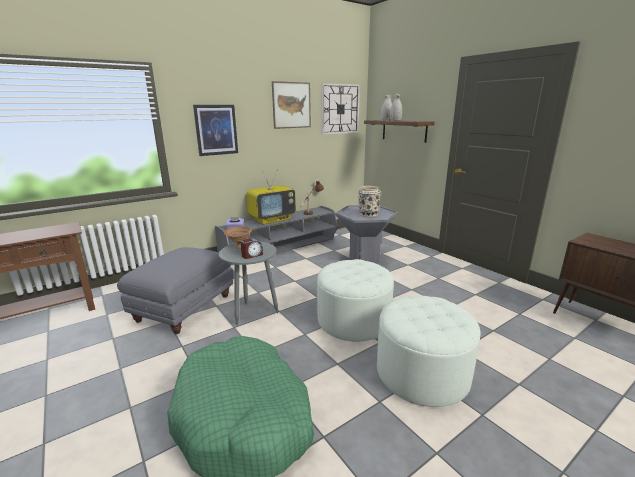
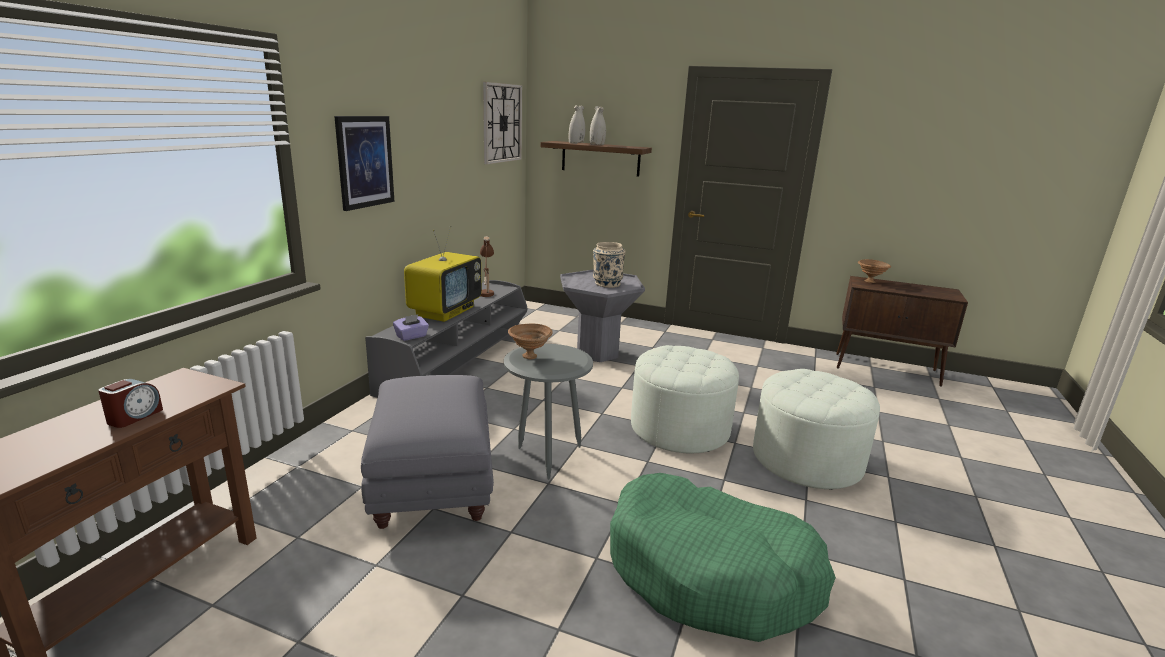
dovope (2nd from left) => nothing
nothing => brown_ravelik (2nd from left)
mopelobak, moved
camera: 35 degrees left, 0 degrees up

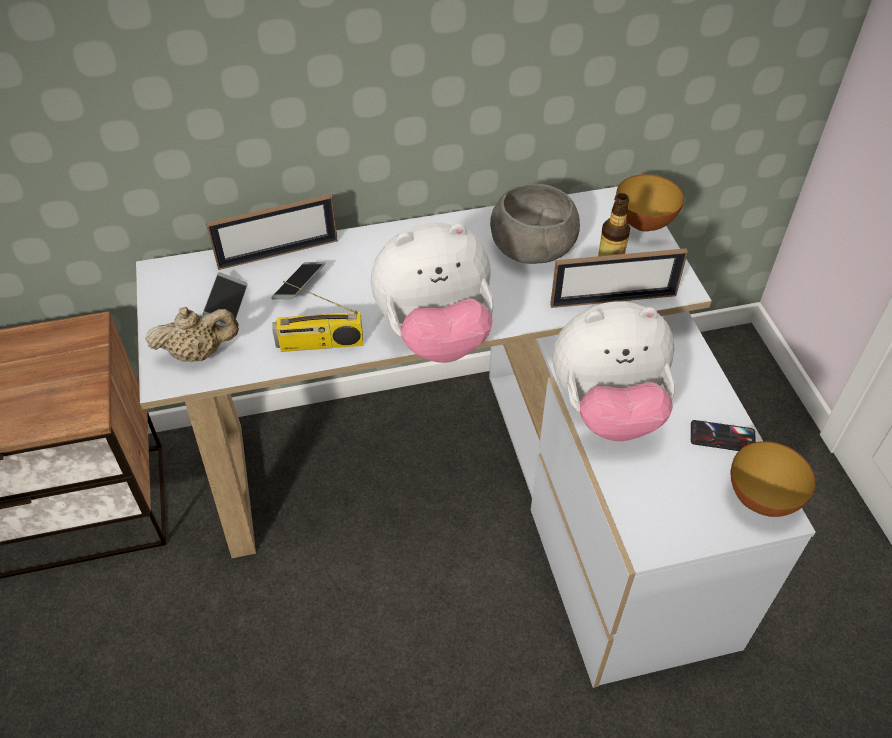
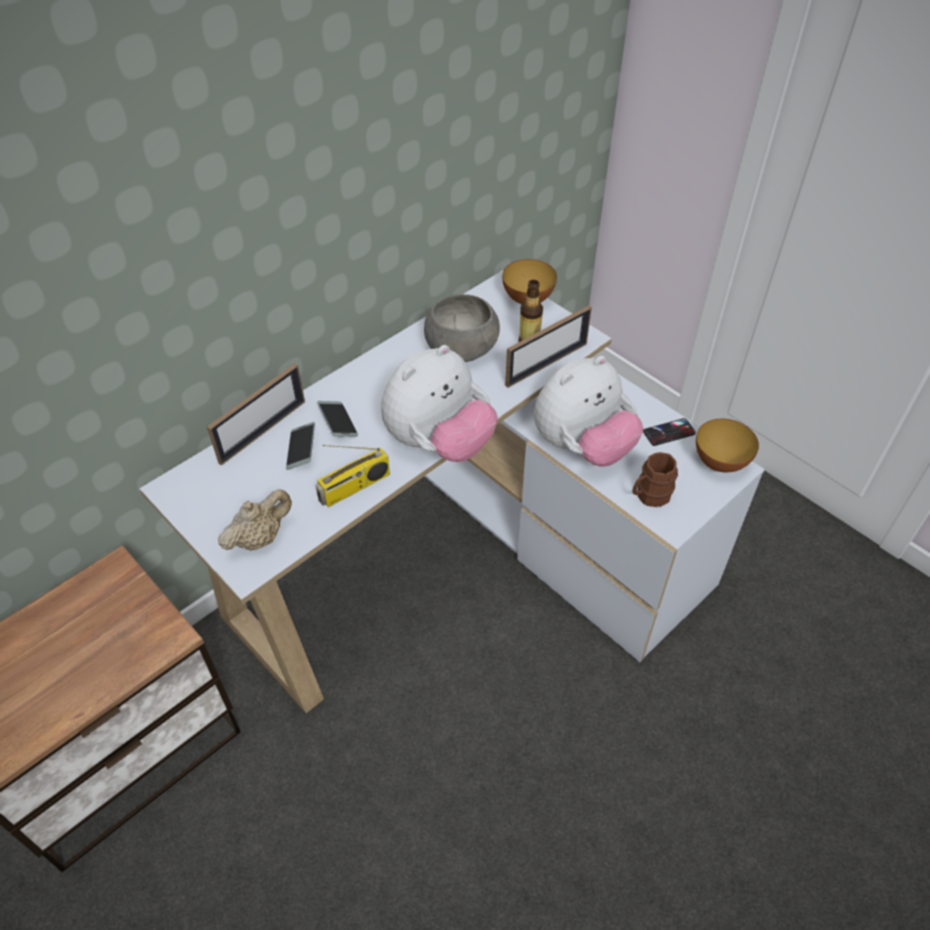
nothing => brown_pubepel
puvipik (1st from left in the first image) => puvipik (2nd from left), moved
camera: 30 degrees left, 0 degrees up

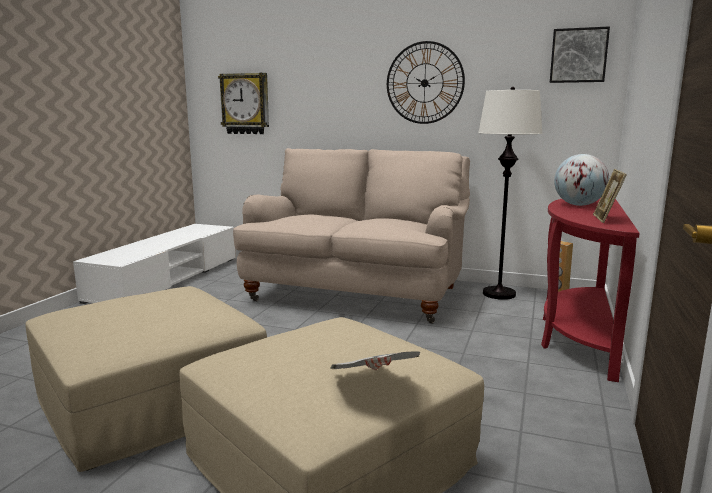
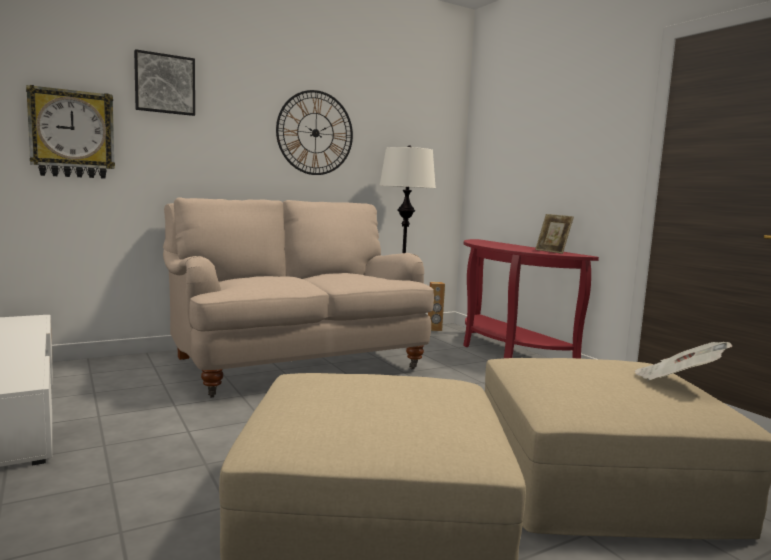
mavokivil => nothing
dovope, moved
camera: 50 degrees left, 5 degrees down

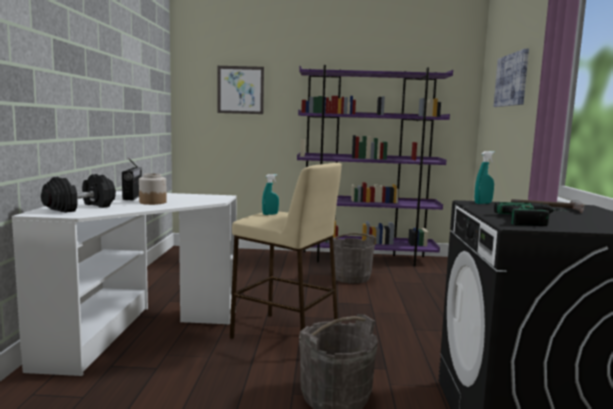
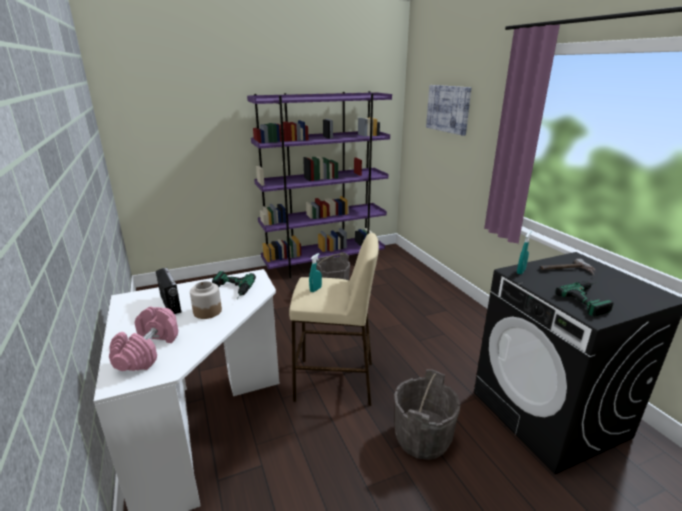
dovope (1st from left) => nothing
nothing => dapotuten (1st from left)
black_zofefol => pink_zofefol
camera: 25 degrees left, 15 degrees up

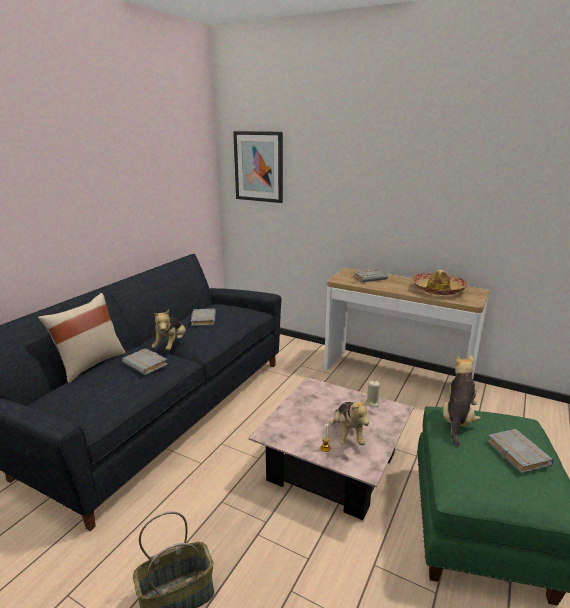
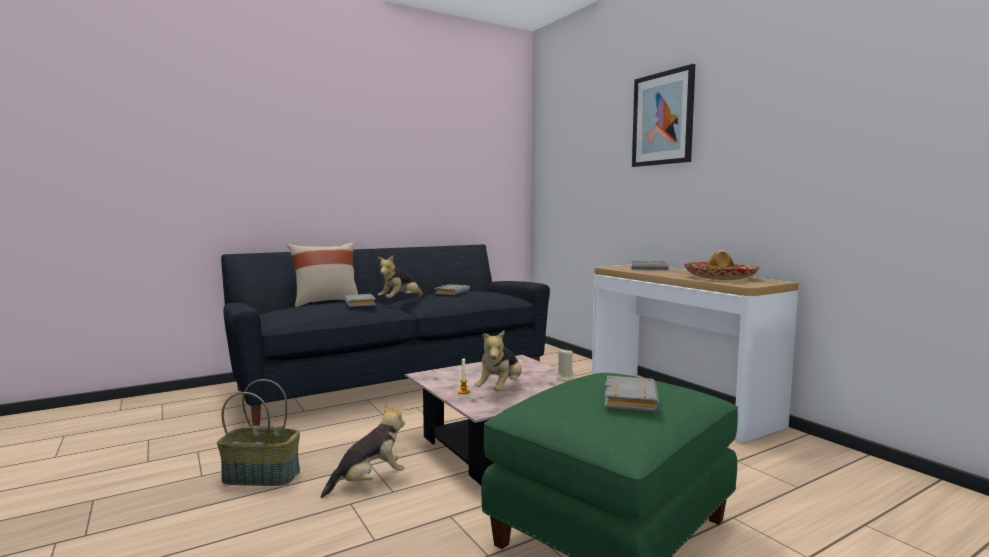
dovope, moved
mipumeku (3rd from left in the first image) => mipumeku (1st from left), moved
camera: 30 degrees right, 15 degrees down

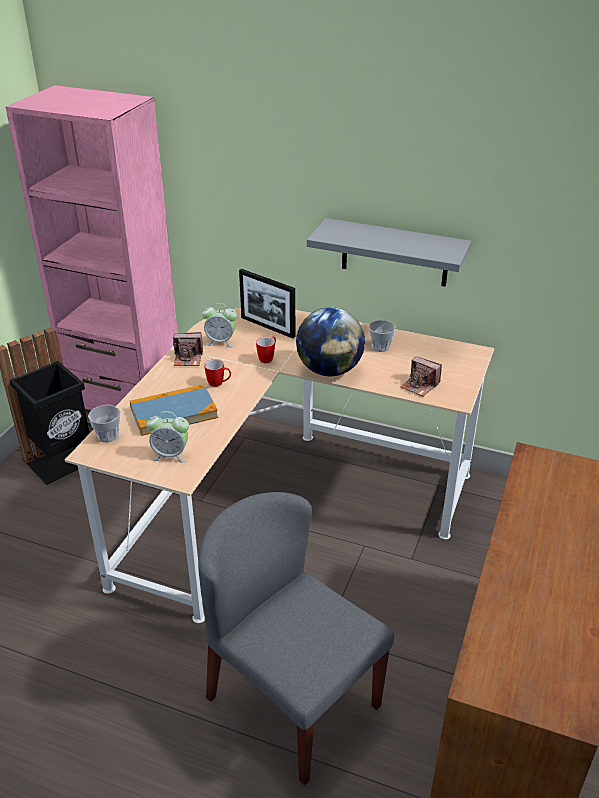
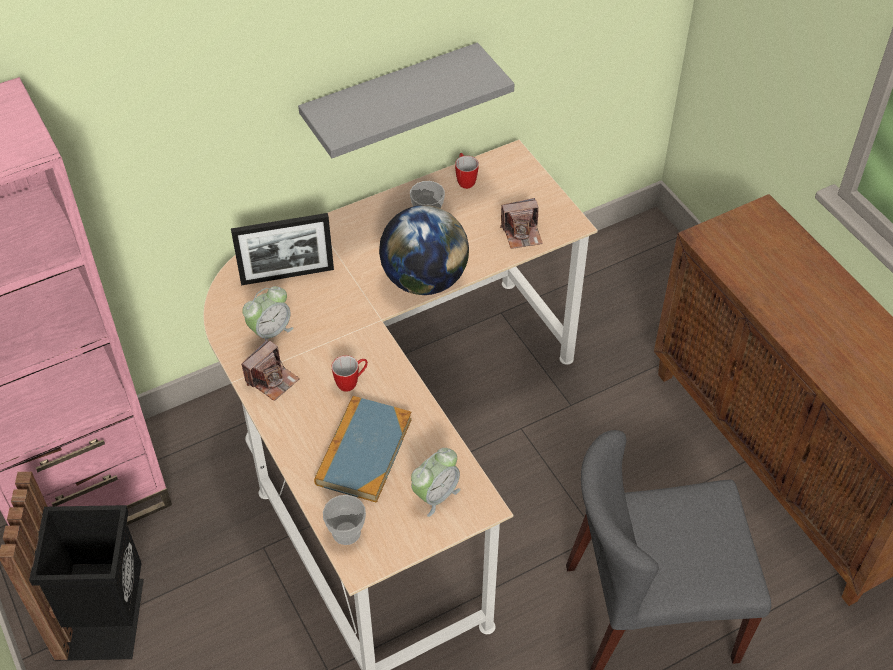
pubepel (2nd from left), moved
camera: 50 degrees left, 15 degrees up

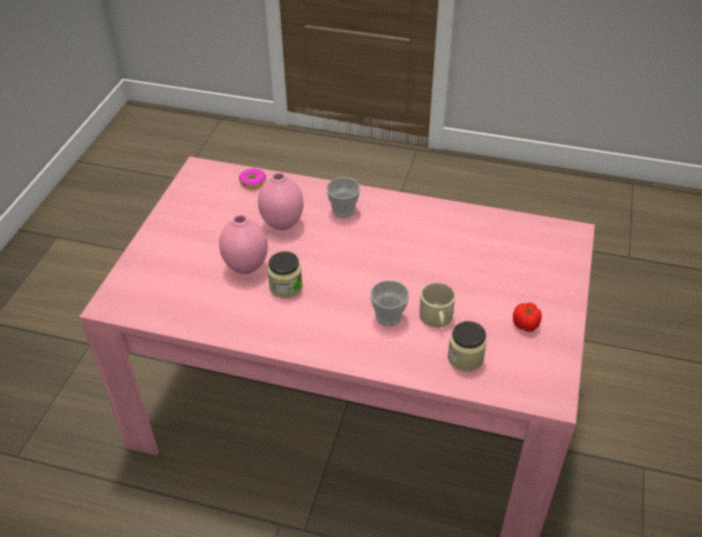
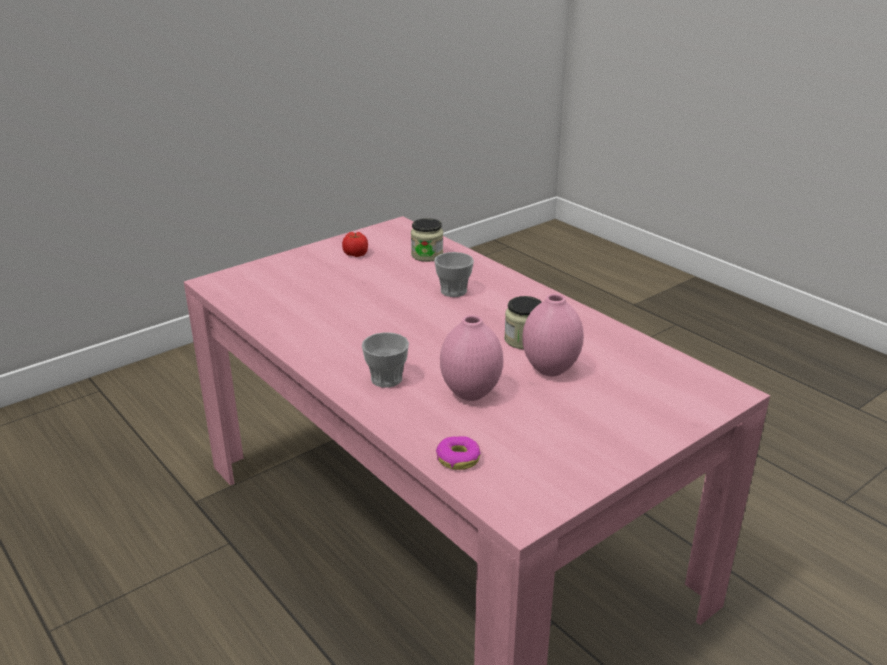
beige_pubepel => nothing
camera: 145 degrees left, 15 degrees down

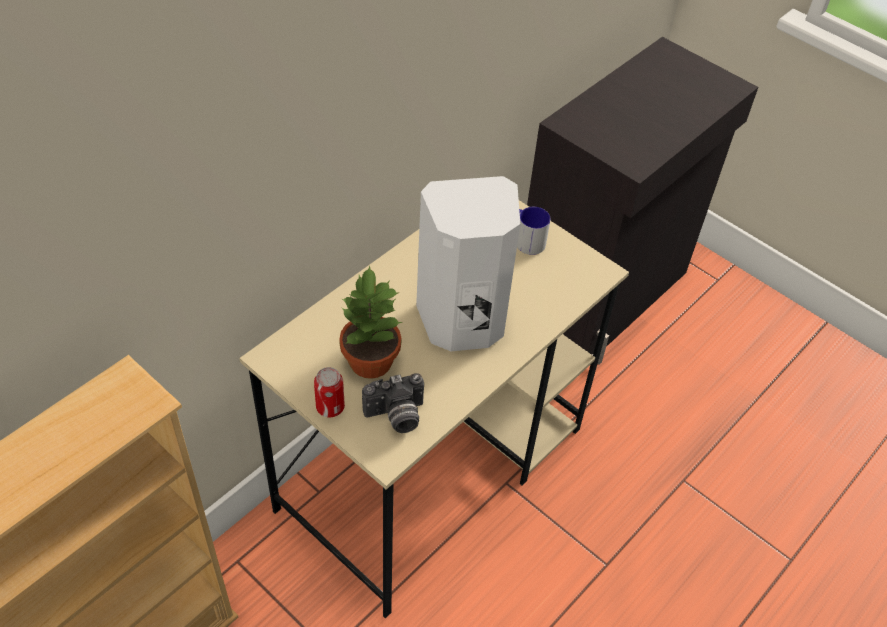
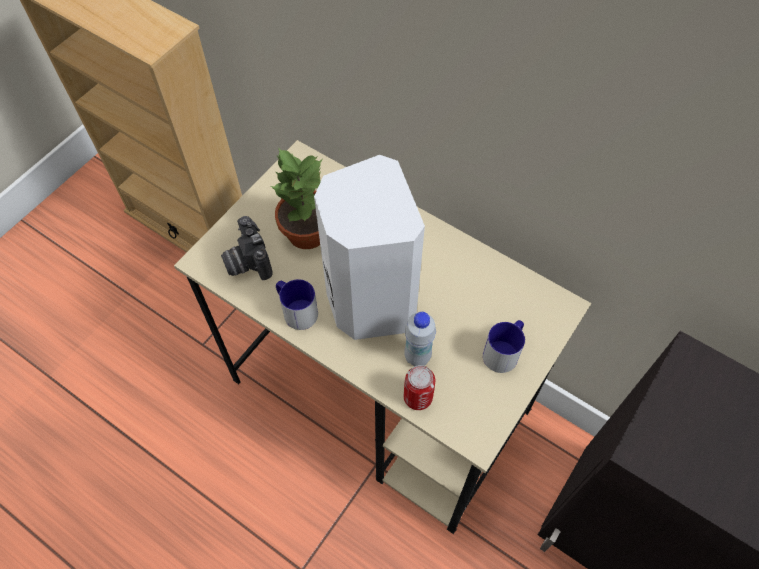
nothing => pubepel (1st from left)
nothing => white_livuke
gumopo, moved
camera: 85 degrees right, 10 degrees up

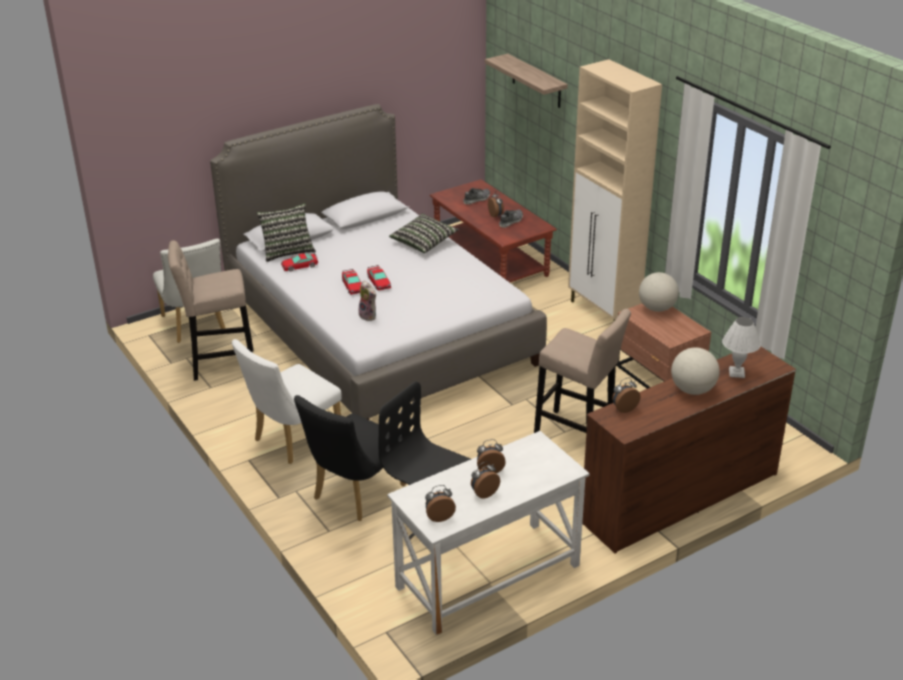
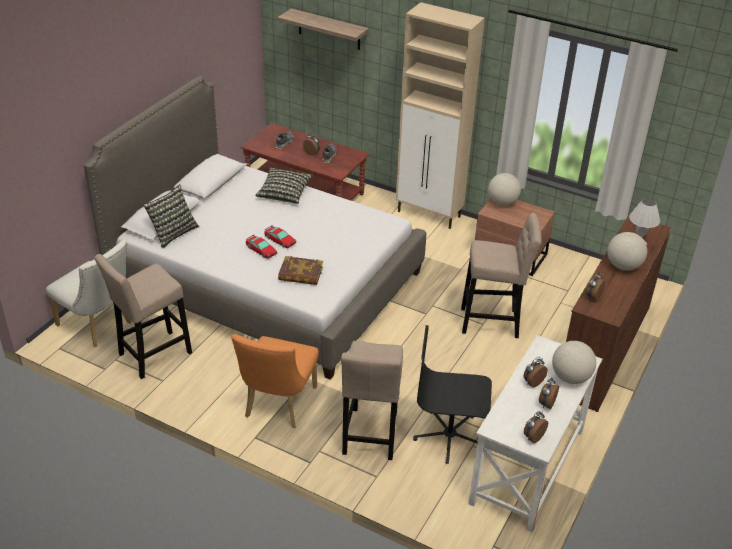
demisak (1st from left) => nothing
nothing => mavokivil (2nd from left)
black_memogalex => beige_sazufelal (2nd from left)
mipumeku => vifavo
white_memogalex (2nd from left) => orange_memogalex
camera: 30 degrees left, 5 degrees up

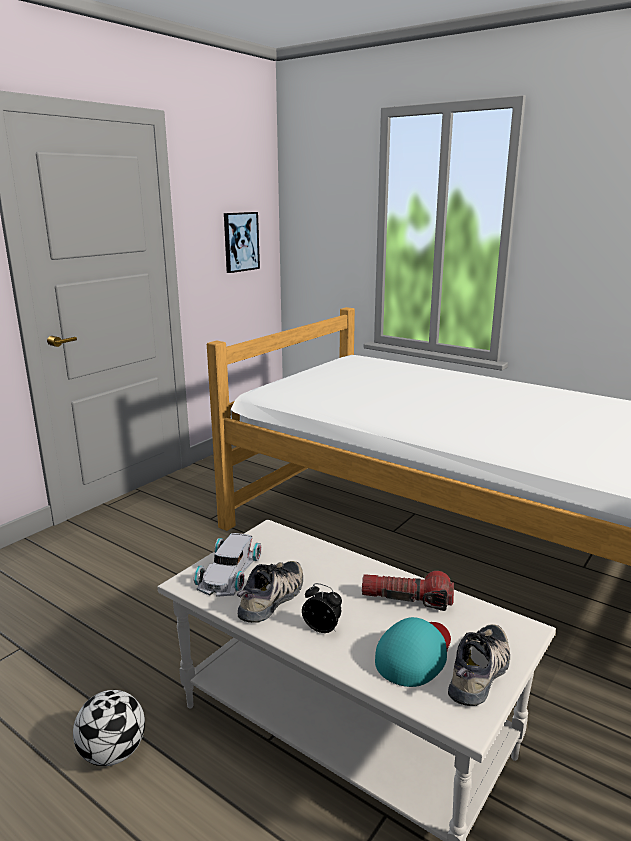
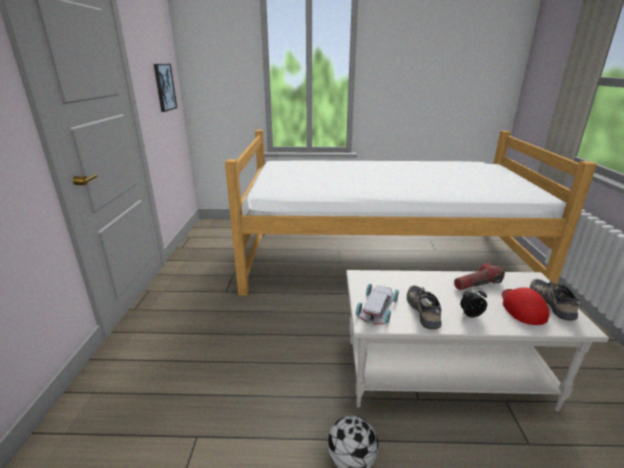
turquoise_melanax => red_melanax
white_demisak, 135 degrees counterclockwise
camera: 35 degrees left, 5 degrees up

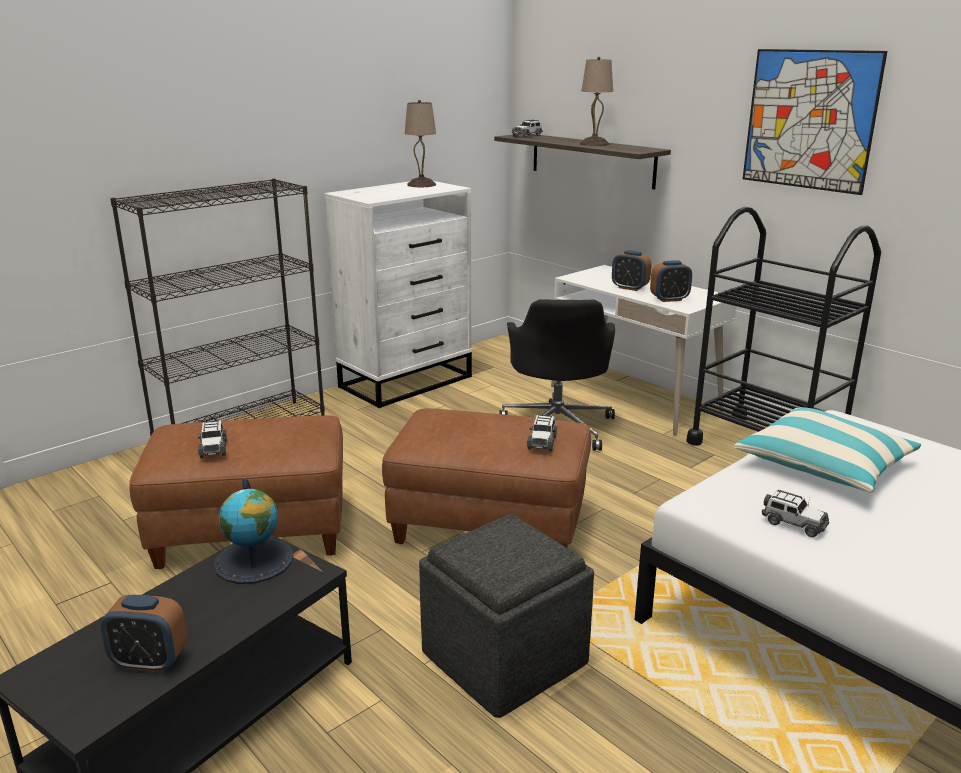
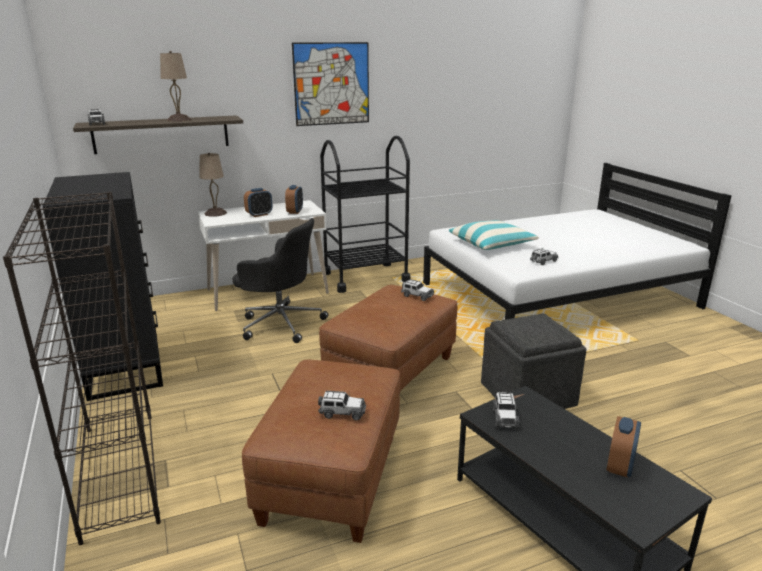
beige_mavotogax (1st from left in the first image) => beige_mavotogax (2nd from left), moved
mavokivil => demisak (4th from left)
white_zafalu => black_zafalu
camera: 70 degrees left, 0 degrees up

